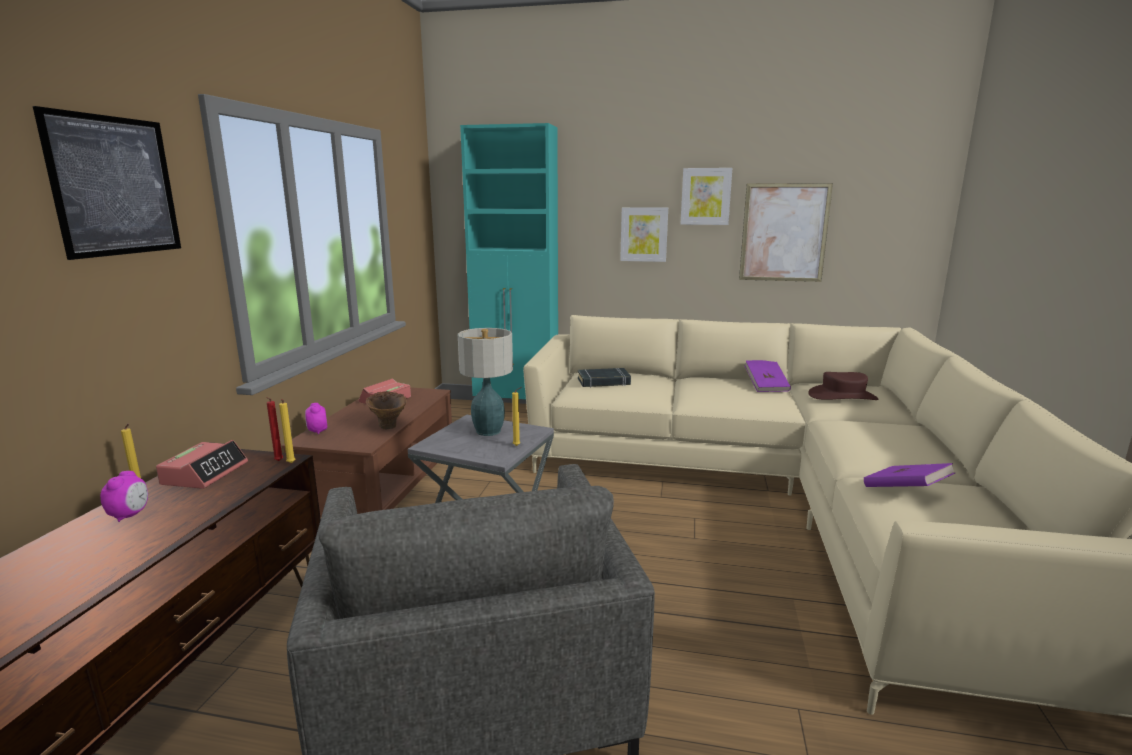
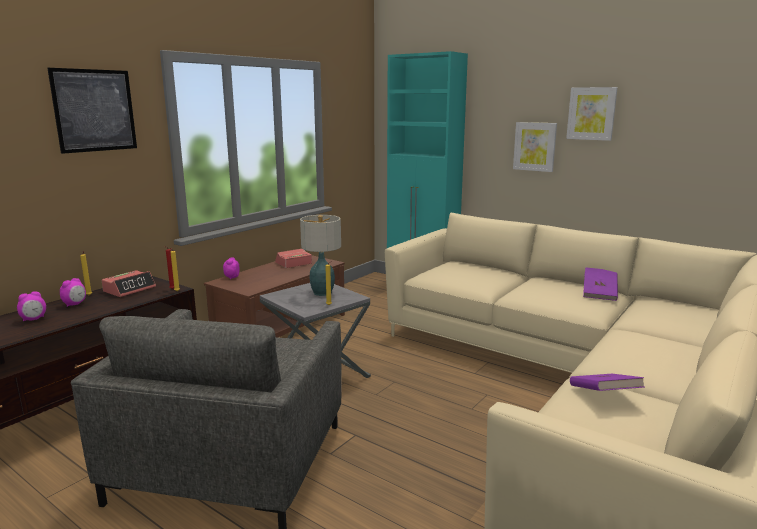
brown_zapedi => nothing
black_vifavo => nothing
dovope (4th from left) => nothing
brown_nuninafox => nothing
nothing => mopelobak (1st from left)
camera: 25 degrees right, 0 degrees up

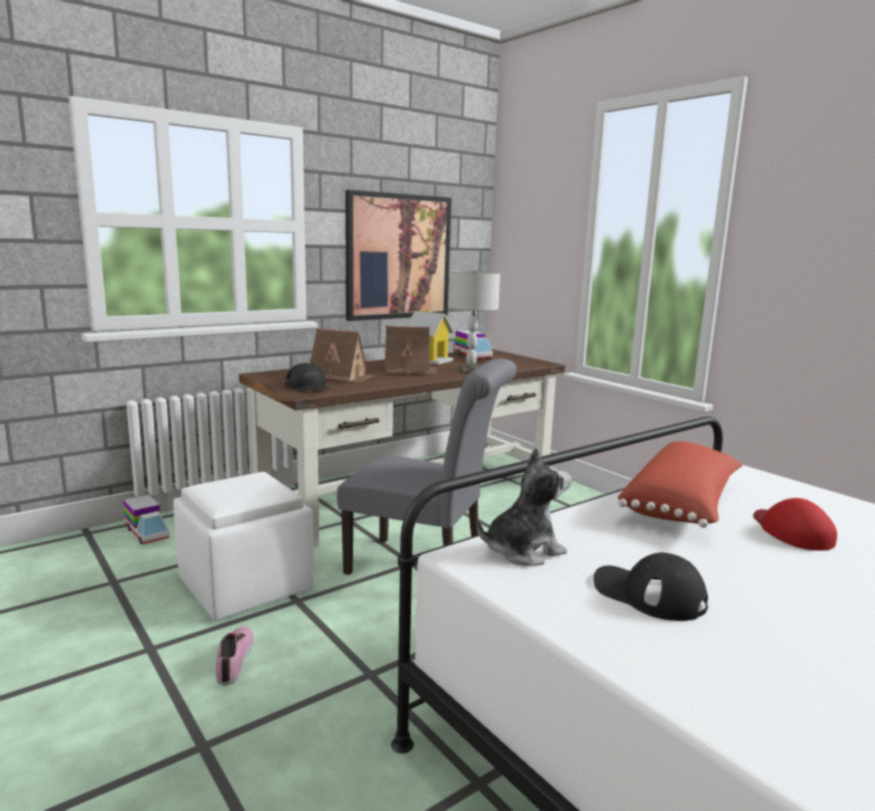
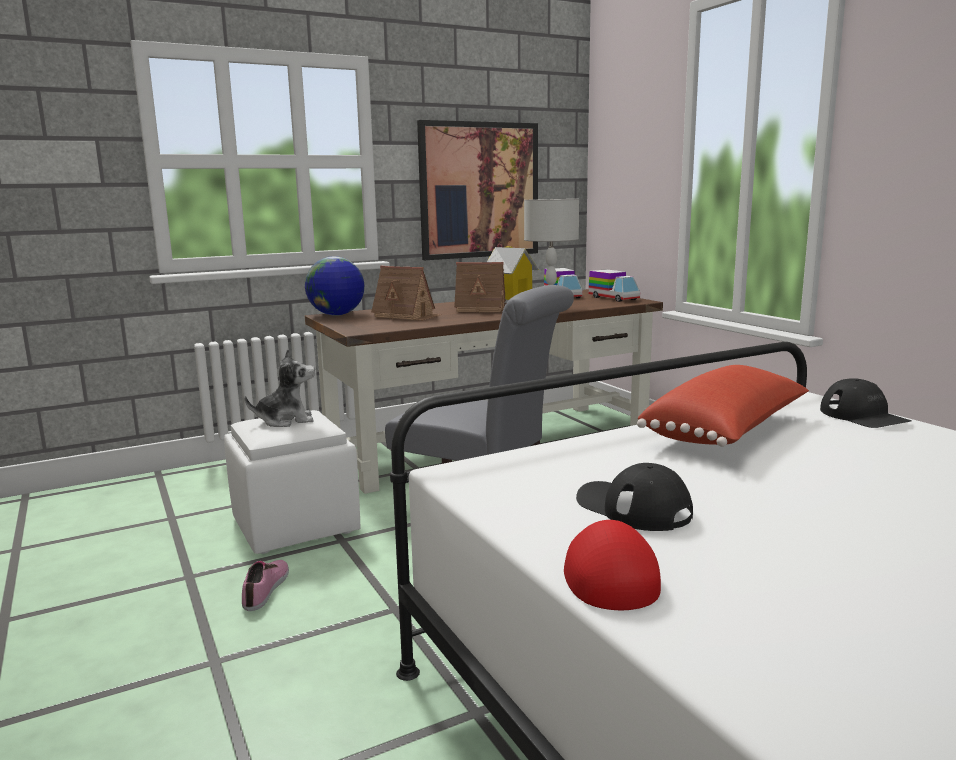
nothing => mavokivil
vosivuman (1st from left in the first image) => vosivuman (2nd from left), moved
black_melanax (1st from left in the first image) => black_melanax (2nd from left), moved
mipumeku, moved
red_melanax, moved
camera: 10 degrees right, 0 degrees up

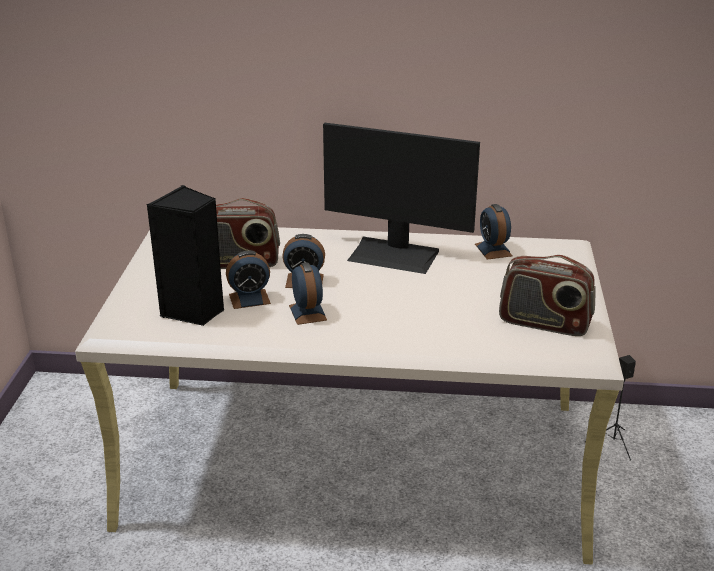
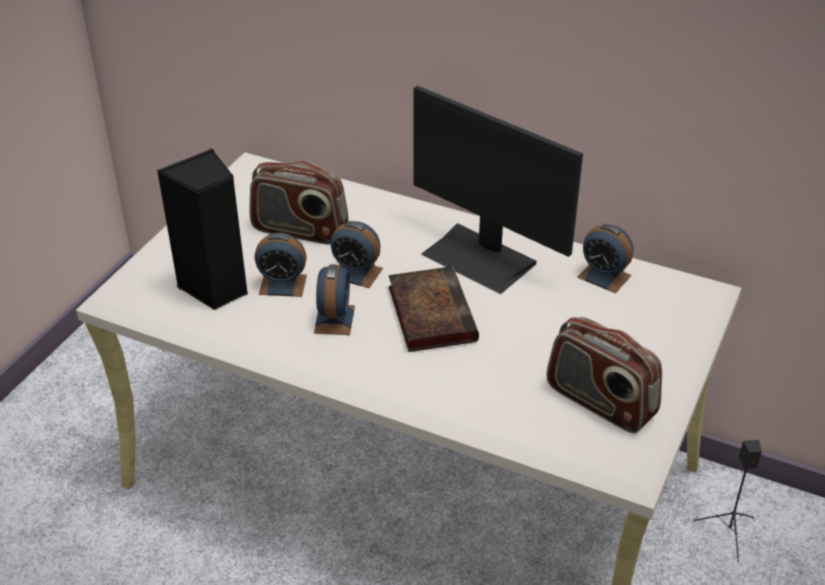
nothing => vifavo
mopelobak (4th from left), 60 degrees counterclockwise
camera: 20 degrees right, 10 degrees up

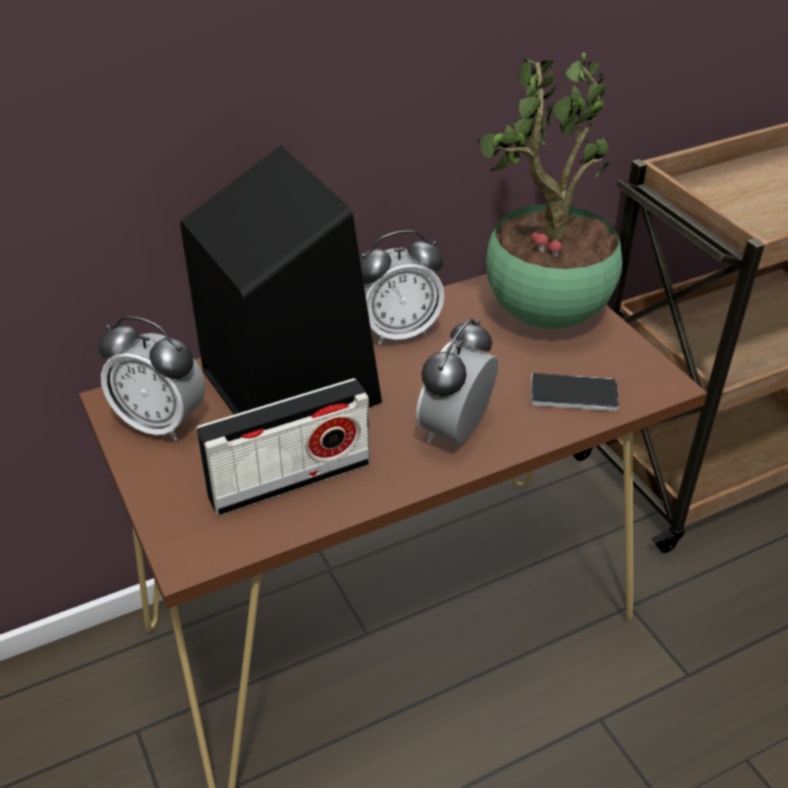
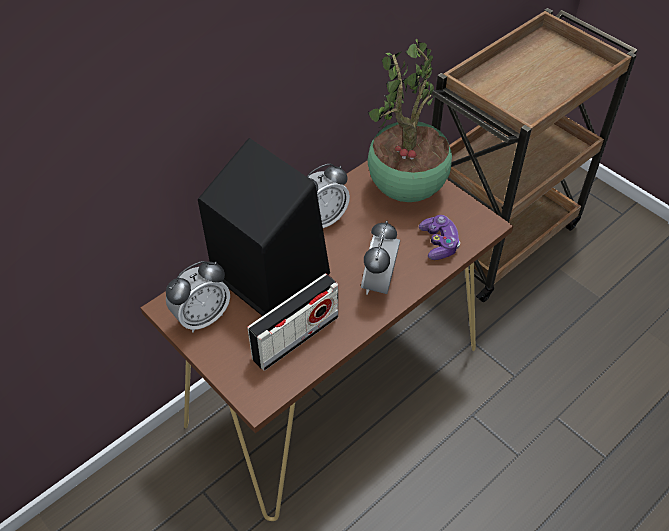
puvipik => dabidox
mopelobak (1st from left), 45 degrees counterclockwise
camera: 15 degrees left, 10 degrees up

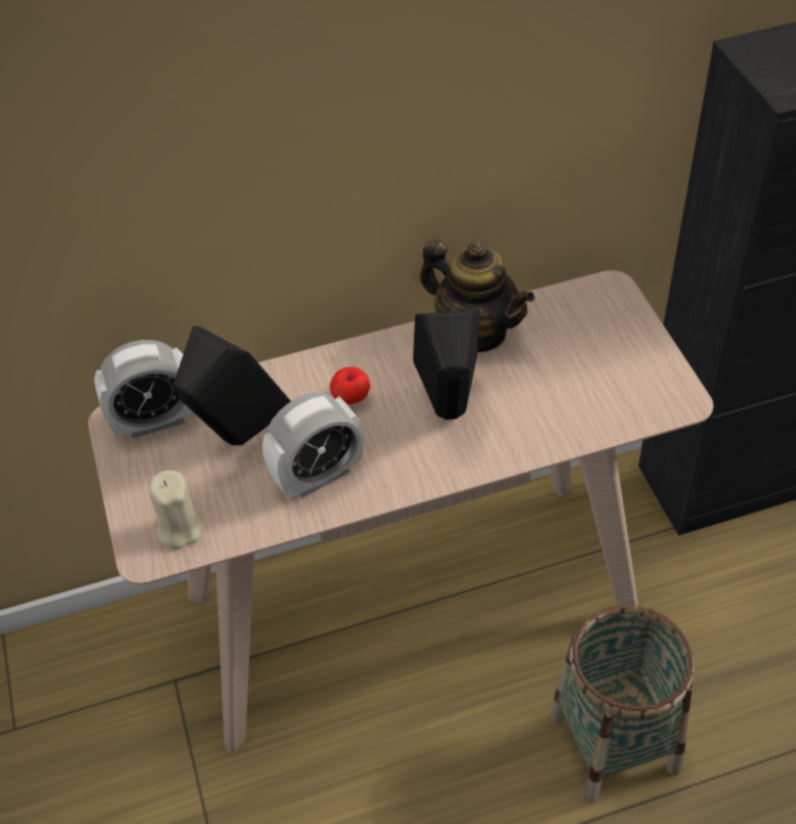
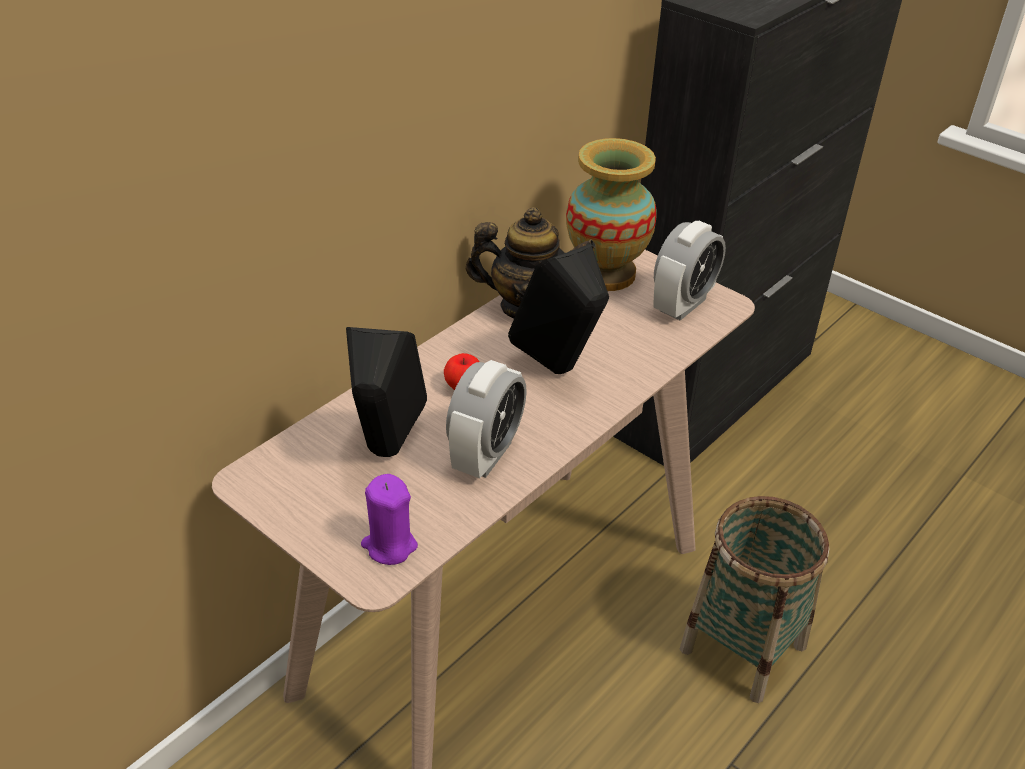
nothing => zapedi
mopelobak (1st from left in the first image) => mopelobak (2nd from left), moved
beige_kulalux => purple_kulalux
camera: 35 degrees left, 10 degrees down

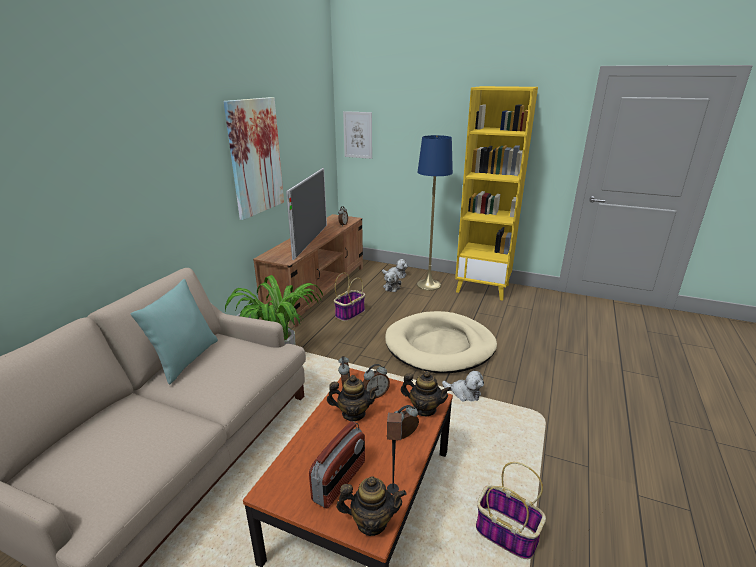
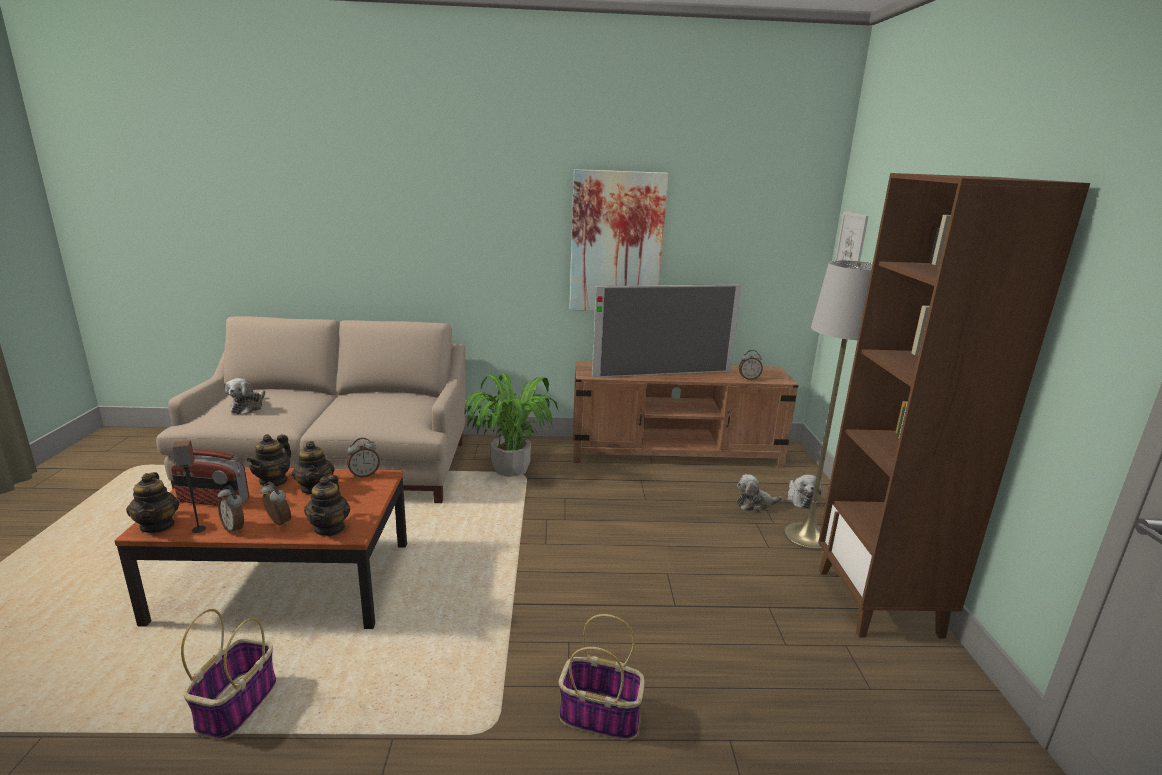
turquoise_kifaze => nothing
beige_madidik => nothing
nothing => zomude (2nd from left)
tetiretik (1st from left in the first image) => tetiretik (2nd from left), moved
mopelobak (3rd from left in the first image) => mopelobak (1st from left), moved
mipumeku (3rd from left in the first image) => mipumeku (1st from left), moved
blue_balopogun => grey_balopogun
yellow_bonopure => brown_bonopure
camera: 65 degrees right, 5 degrees down

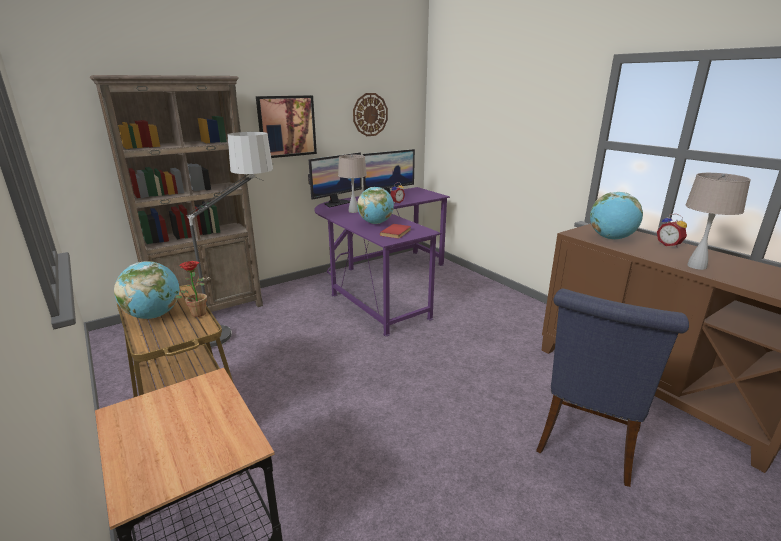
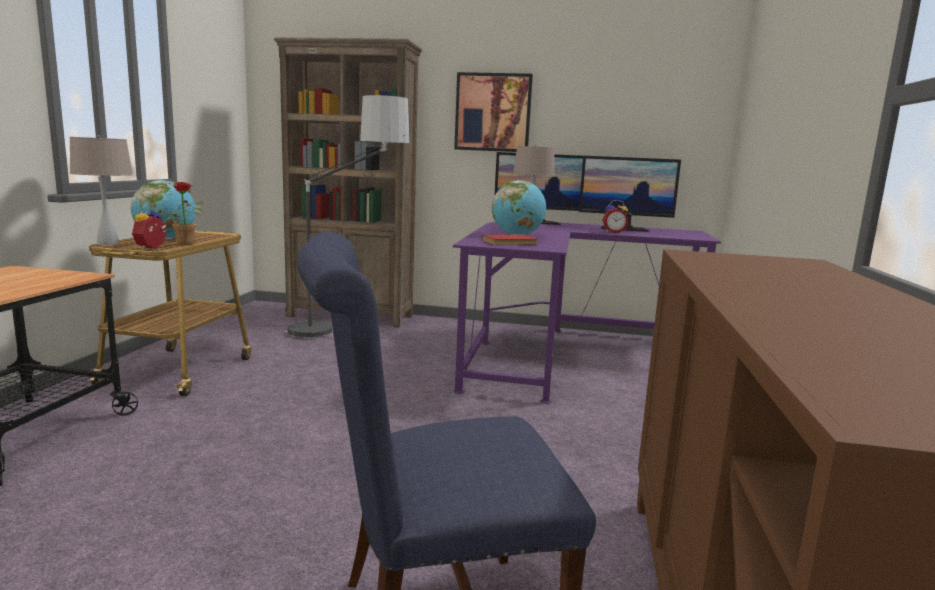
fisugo => nothing
mavokivil (3rd from left) => nothing
mopelobak (2nd from left in the first image) => mopelobak (1st from left), moved
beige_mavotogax (2nd from left in the first image) => beige_mavotogax (1st from left), moved
camera: 45 degrees right, 10 degrees down

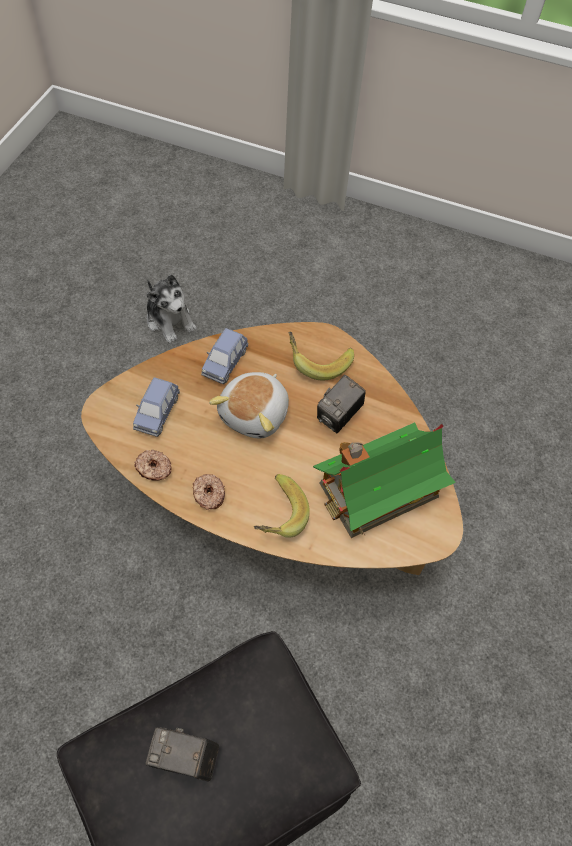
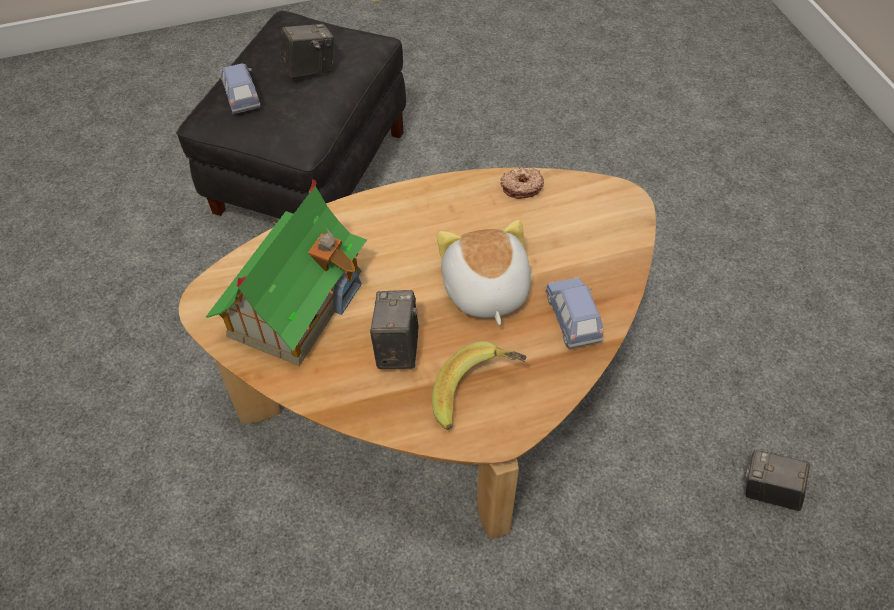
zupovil (2nd from left) => nothing
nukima (1st from left) => nothing
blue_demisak (1st from left), moved
mipumeku (1st from left) => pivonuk (3rd from left)
camera: 145 degrees right, 5 degrees down

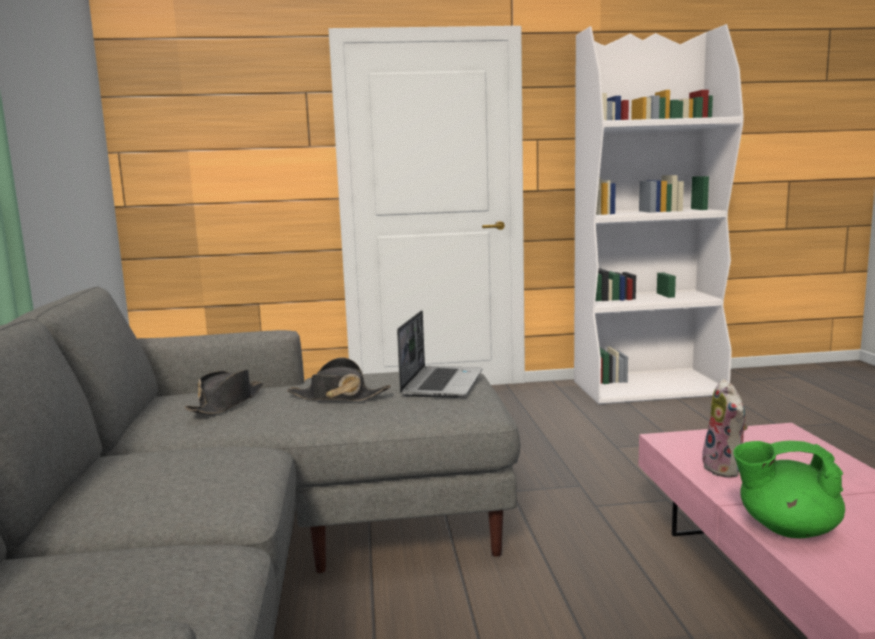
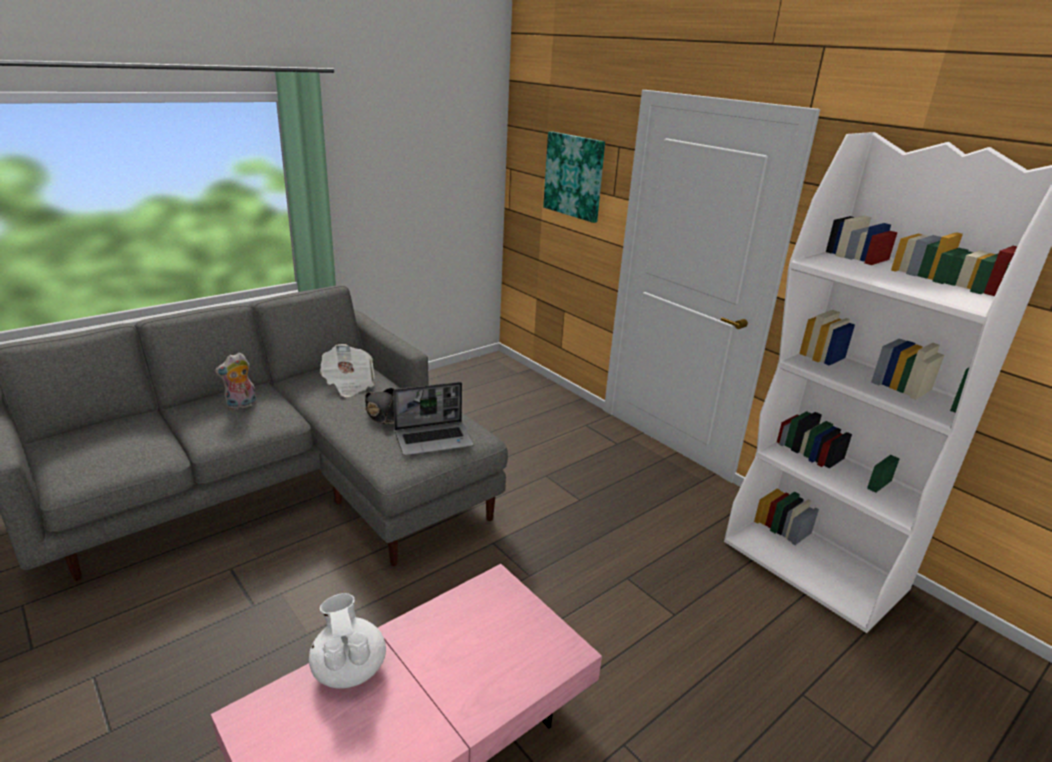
nothing => dovope
mipumeku, moved
black_nuninafox (1st from left) => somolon
green_zomude => white_zomude
camera: 55 degrees right, 15 degrees up

